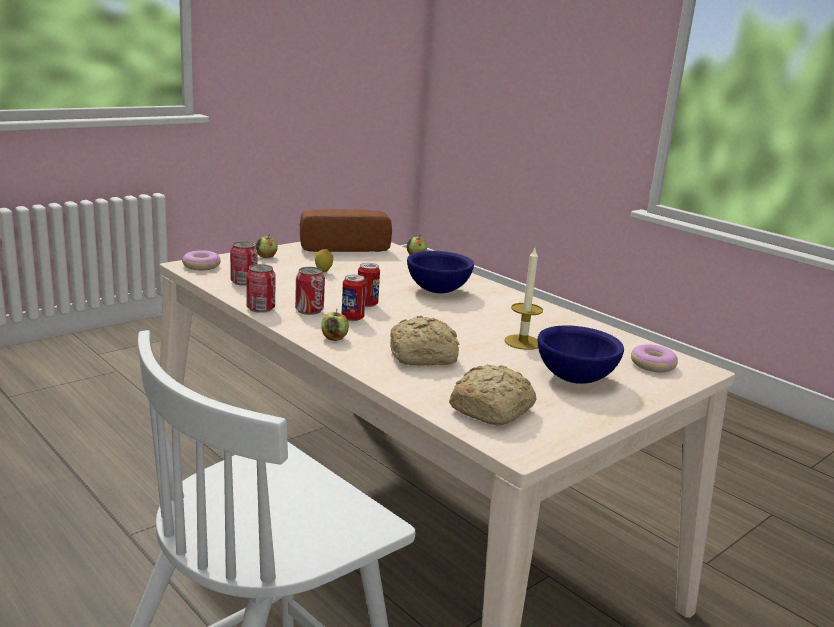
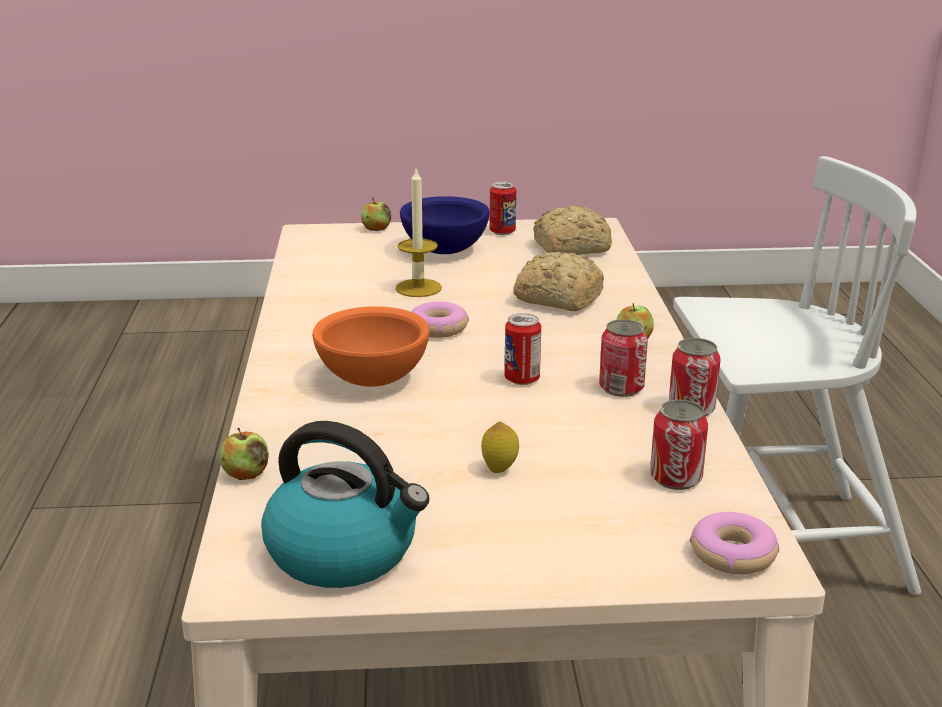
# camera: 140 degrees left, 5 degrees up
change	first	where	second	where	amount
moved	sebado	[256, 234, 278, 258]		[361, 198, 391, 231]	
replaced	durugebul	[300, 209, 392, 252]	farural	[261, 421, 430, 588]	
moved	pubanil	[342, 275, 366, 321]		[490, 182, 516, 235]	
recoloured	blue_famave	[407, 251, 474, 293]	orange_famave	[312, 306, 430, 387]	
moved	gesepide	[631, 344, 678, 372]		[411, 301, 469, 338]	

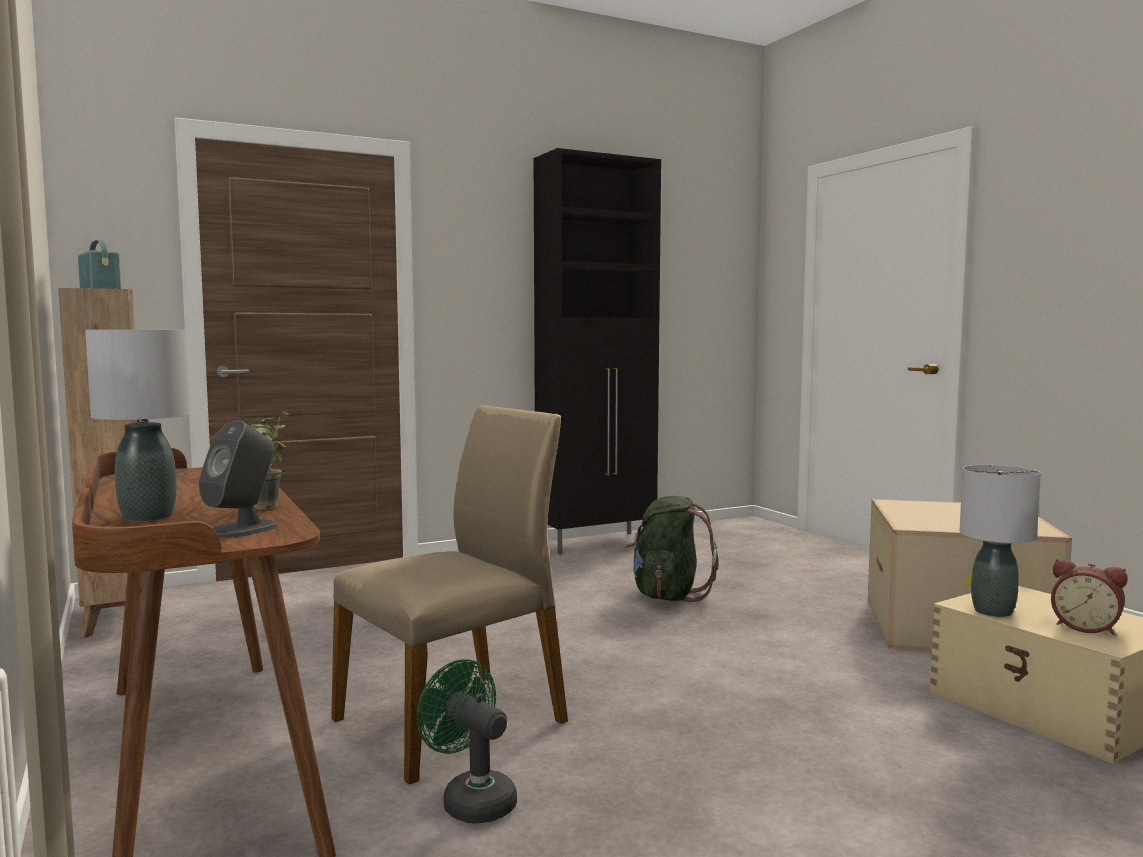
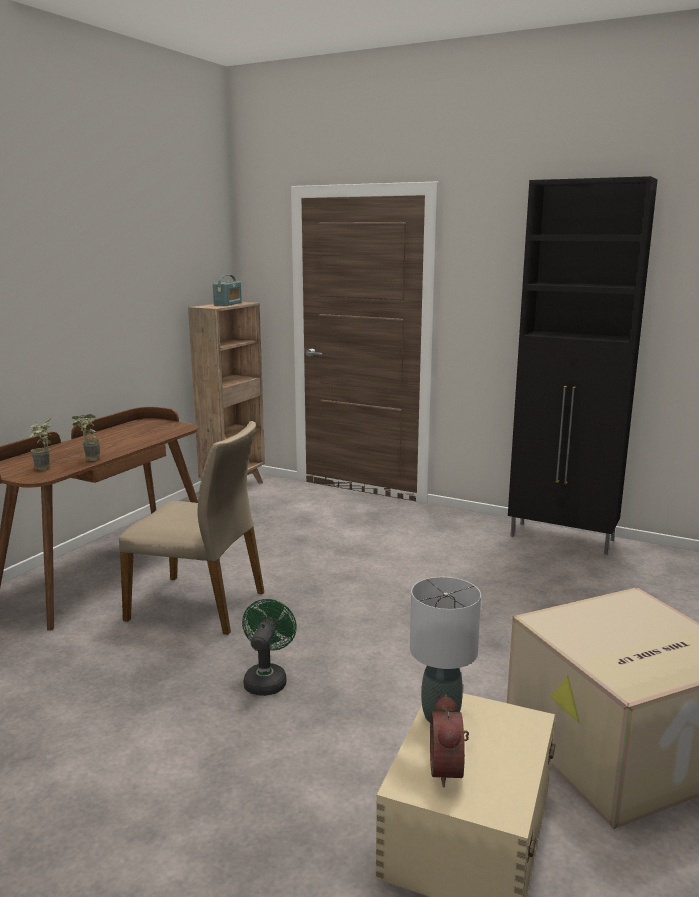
# camera: 55 degrees right, 10 degrees up
change	first	where	second	where	amount
removed	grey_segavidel	[85, 330, 192, 522]			
replaced	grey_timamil	[198, 420, 278, 539]	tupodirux	[28, 418, 51, 471]	
moved	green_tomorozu	[417, 659, 517, 823]		[242, 599, 297, 696]	
removed	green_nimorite	[626, 496, 719, 602]			

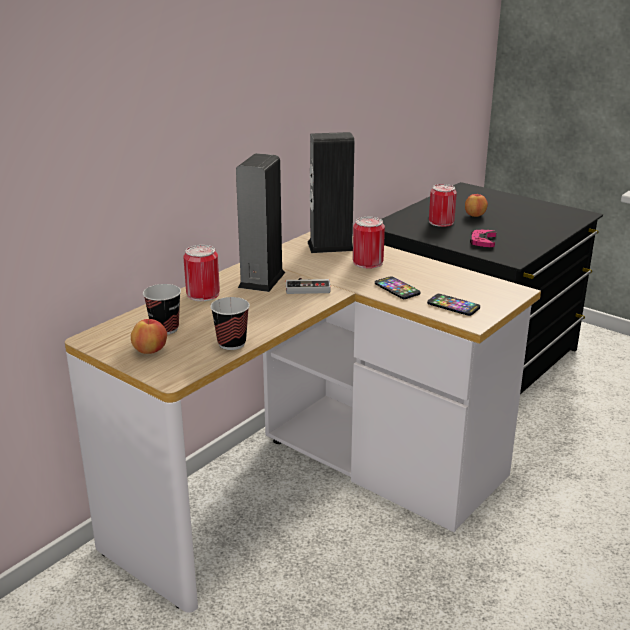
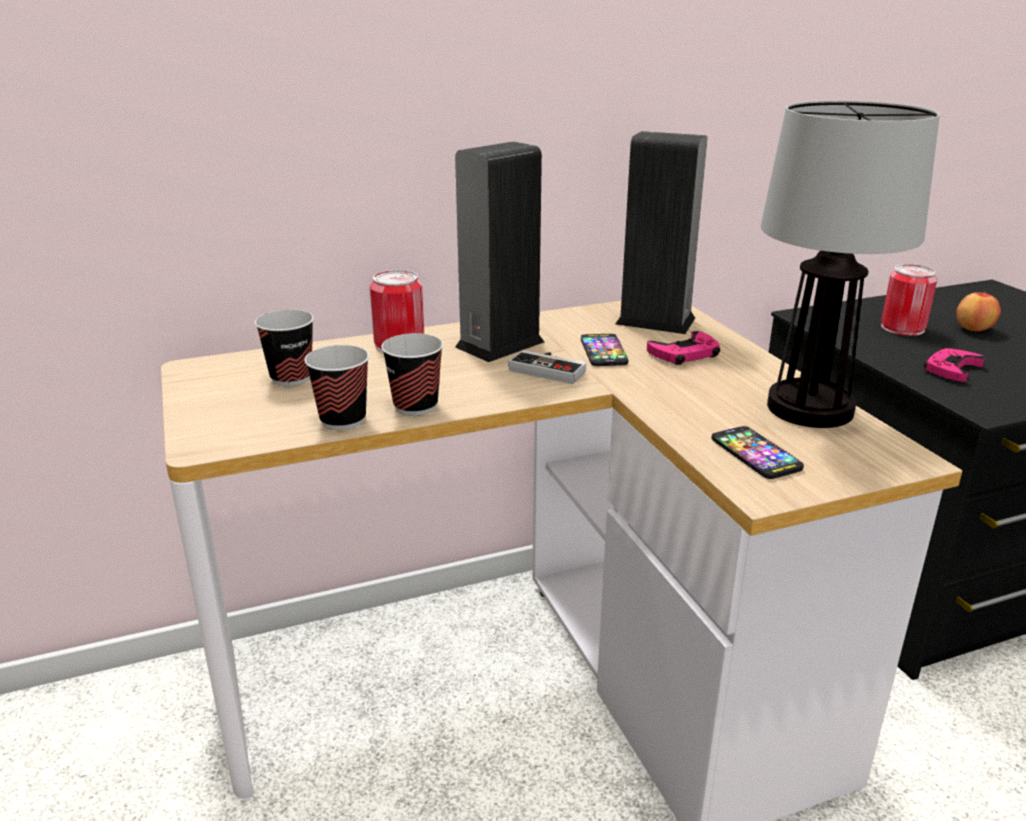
# camera: 30 degrees right, 0 degrees up
change	first	where	second	where	amount
removed	sebado	[131, 319, 167, 354]			
replaced	pubanil	[353, 217, 385, 269]	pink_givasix	[647, 331, 720, 365]	
moved	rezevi	[375, 276, 421, 299]		[581, 334, 628, 366]	
added			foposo	[381, 333, 443, 416]	
added			segavidel	[761, 100, 940, 428]	

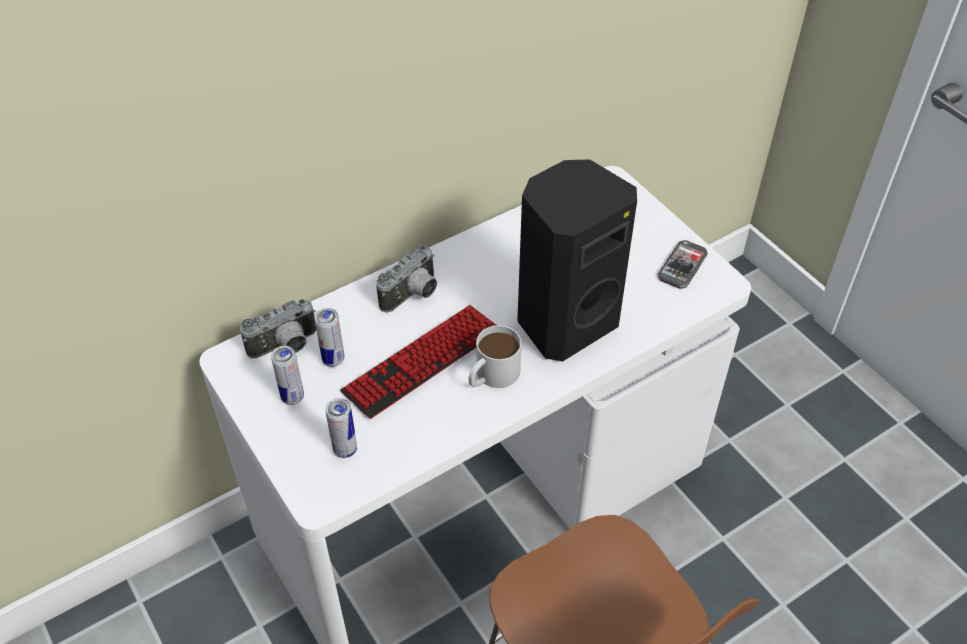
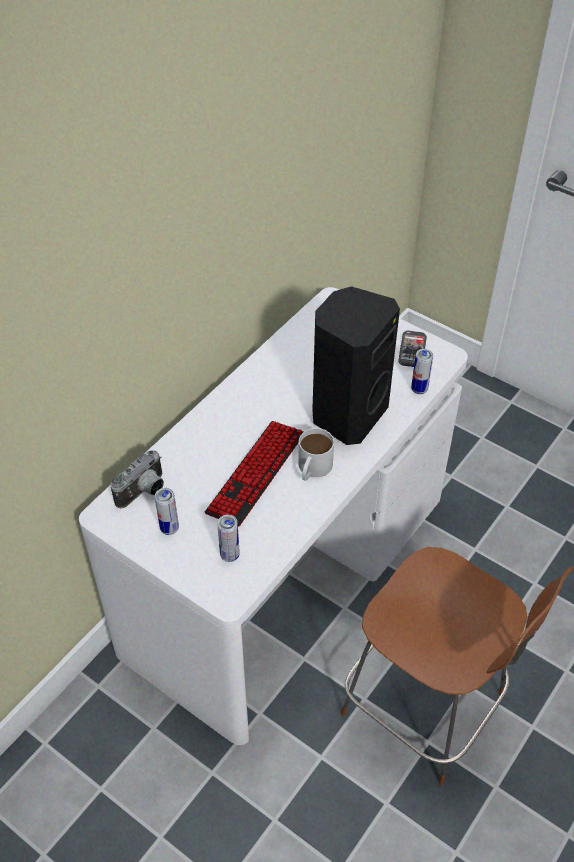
# camera: 20 degrees left, 0 degrees up
change	first	where	second	where	amount
moved	pubanil	[314, 308, 345, 367]		[411, 349, 433, 394]	
removed	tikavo	[376, 246, 437, 312]			

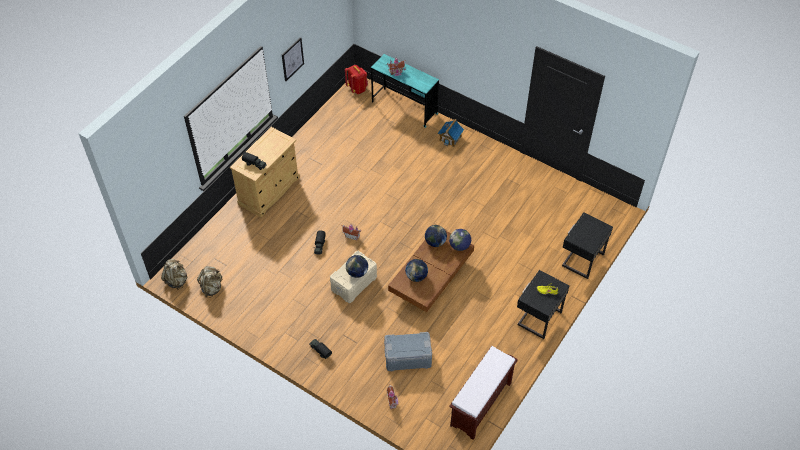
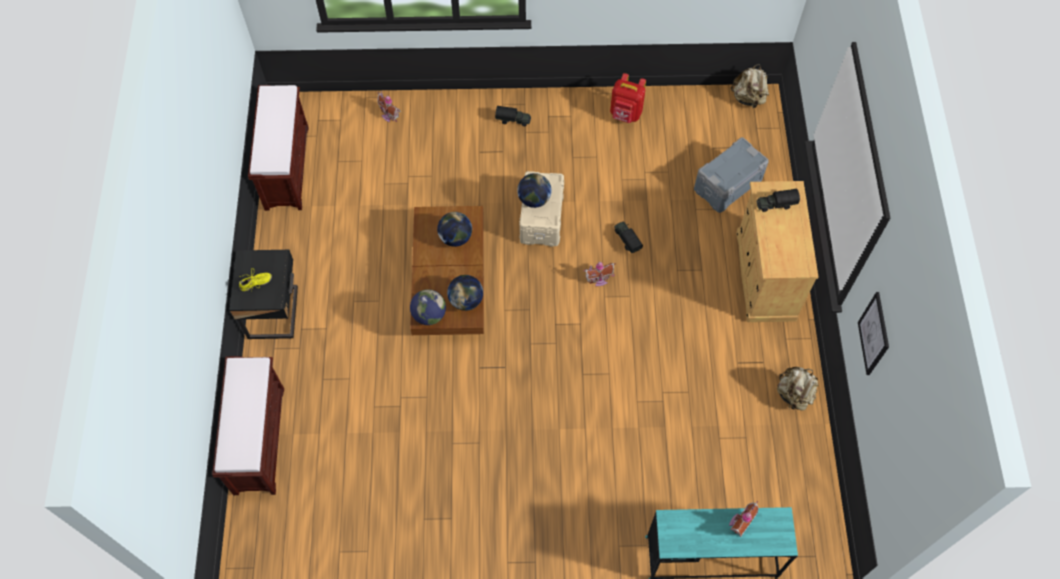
# camera: 145 degrees right, 10 degrees up
change	first	where	second	where	amount
moved	beige_nimorite	[197, 266, 223, 298]		[777, 367, 818, 411]	
moved	red_nimorite	[345, 65, 368, 94]		[610, 73, 646, 123]	
moved	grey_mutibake	[384, 332, 432, 371]		[694, 137, 769, 213]	
removed	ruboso	[438, 119, 464, 147]			
replaced	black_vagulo	[562, 212, 613, 279]	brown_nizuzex	[212, 356, 284, 495]	

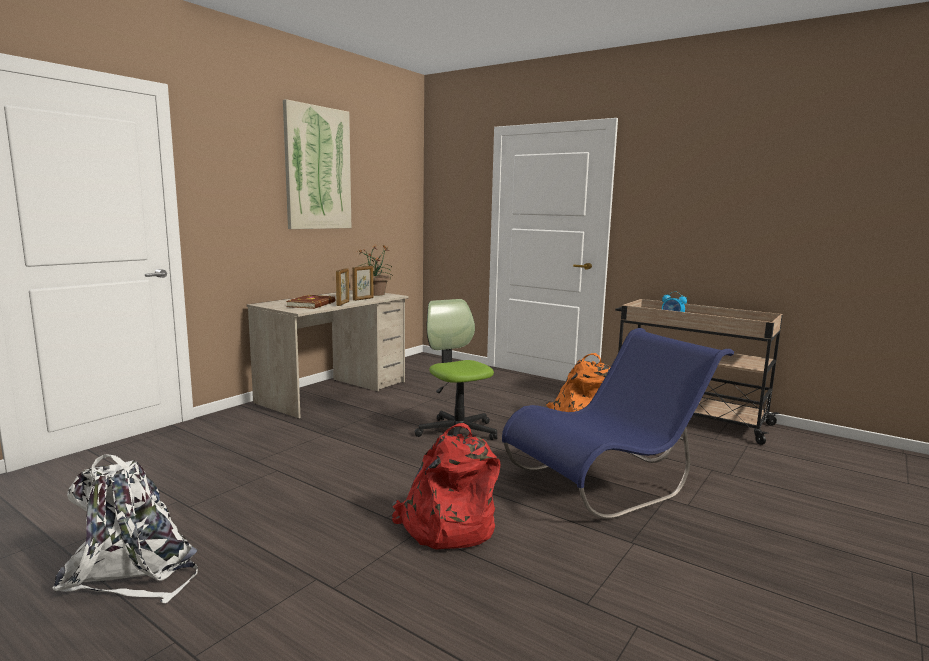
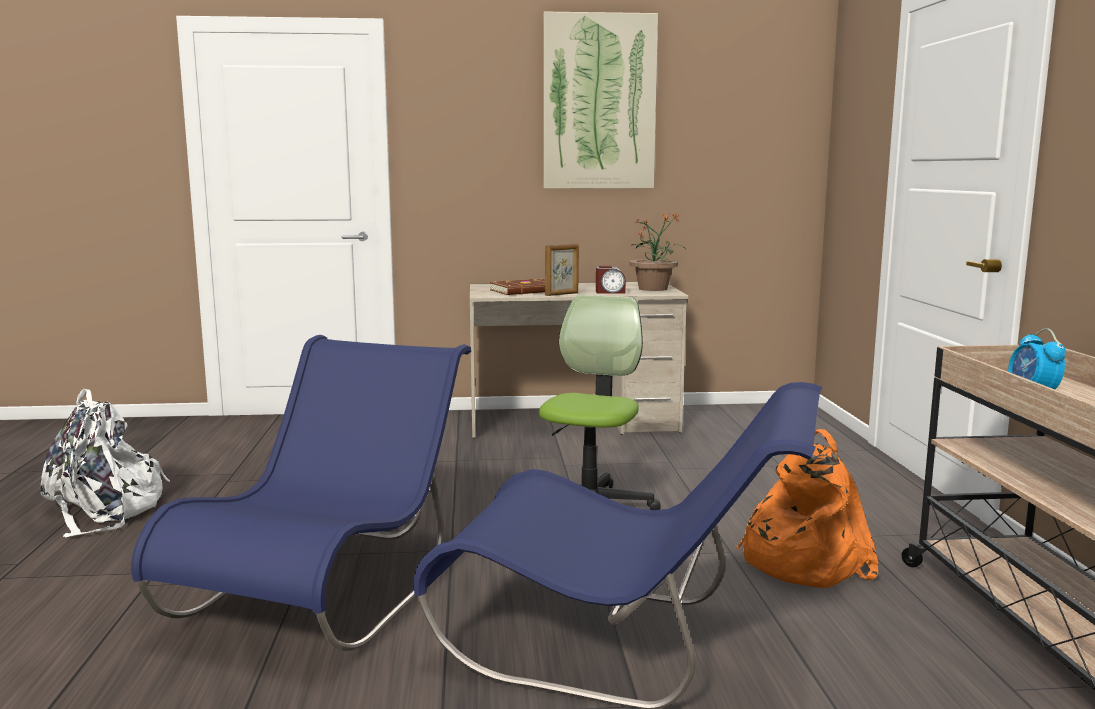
# camera: 50 degrees right, 0 degrees up
change	first	where	second	where	amount
replaced	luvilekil	[352, 266, 374, 301]	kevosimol	[596, 266, 626, 294]	
replaced	red_nimorite	[392, 423, 500, 549]	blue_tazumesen	[131, 335, 471, 651]	

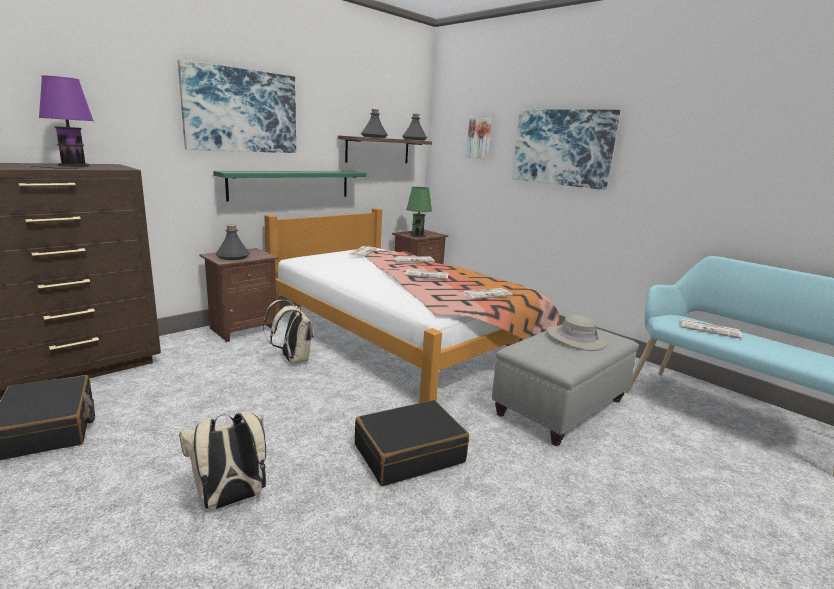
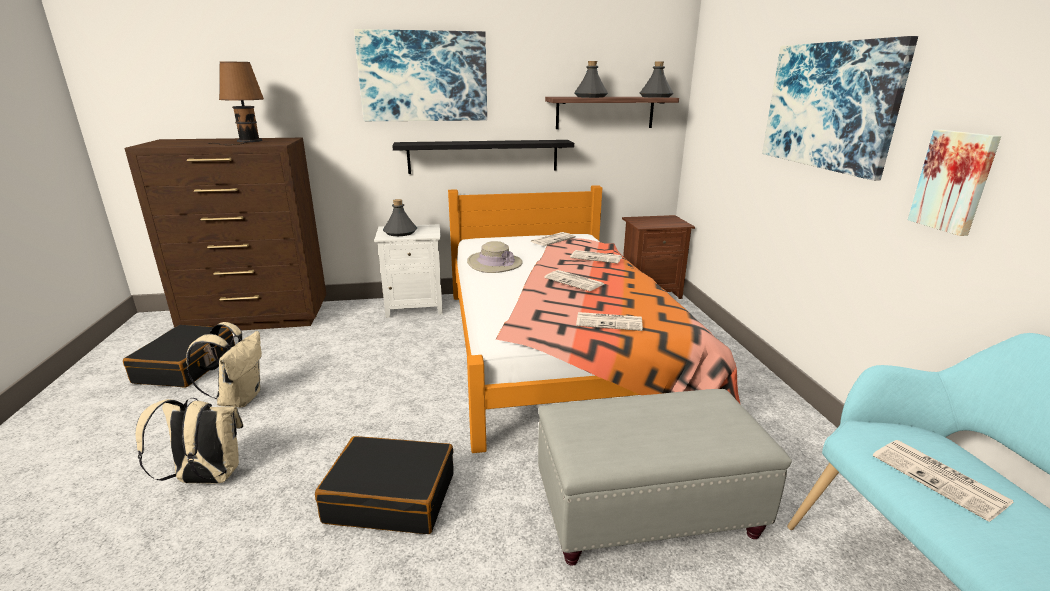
# camera: 35 degrees right, 5 degrees up
change	first	where	second	where	amount
recoloured	purple_segavidel	[31, 76, 93, 169]	brown_segavidel	[208, 62, 264, 145]	
recoloured	brown_vagulo	[199, 248, 278, 342]	white_vagulo	[374, 224, 443, 318]	
recoloured	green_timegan	[213, 171, 367, 201]	black_timegan	[392, 140, 574, 174]	
moved	beige_nimorite	[263, 300, 314, 364]		[186, 322, 262, 408]	
removed	green_segavidel	[406, 187, 432, 237]			
moved	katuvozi	[466, 118, 492, 159]		[908, 130, 1001, 236]	
moved	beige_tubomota	[547, 315, 608, 351]		[467, 241, 522, 273]	

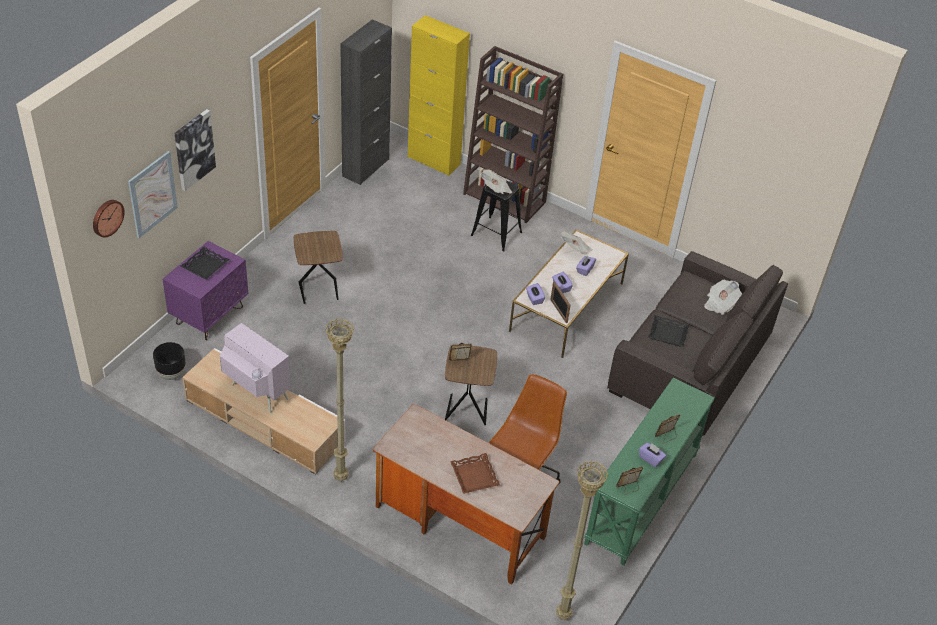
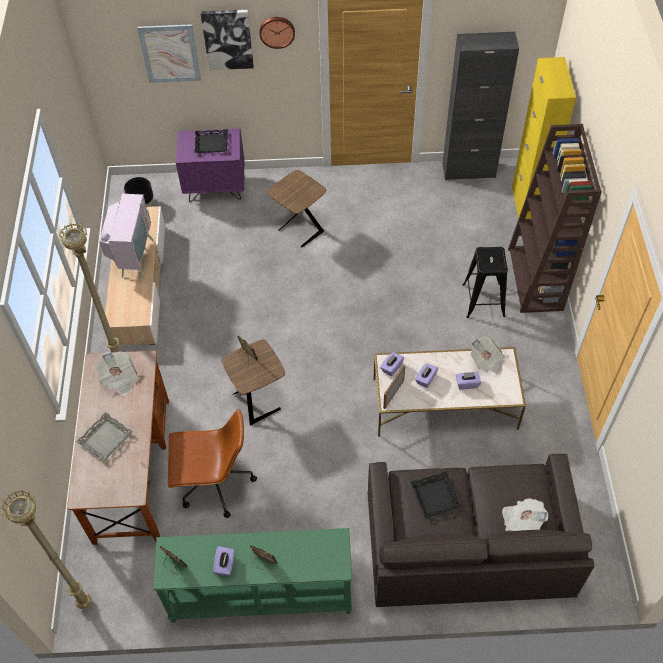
# camera: 60 degrees right, 10 degrees up
change	first	where	second	where	amount
moved	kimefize	[93, 200, 125, 238]		[260, 17, 295, 49]	
recoloured	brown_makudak	[450, 453, 500, 494]	grey_makudak	[76, 412, 133, 462]	
moved	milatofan	[480, 169, 512, 194]		[96, 351, 139, 396]	

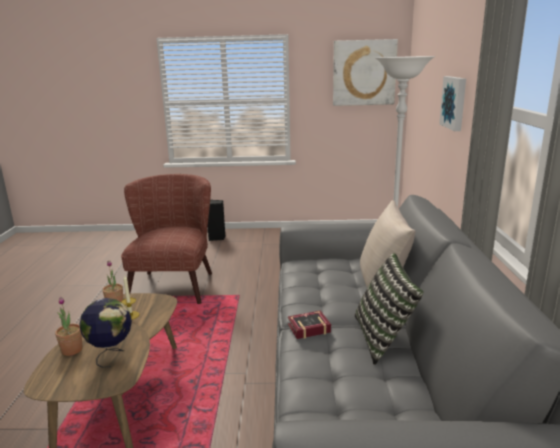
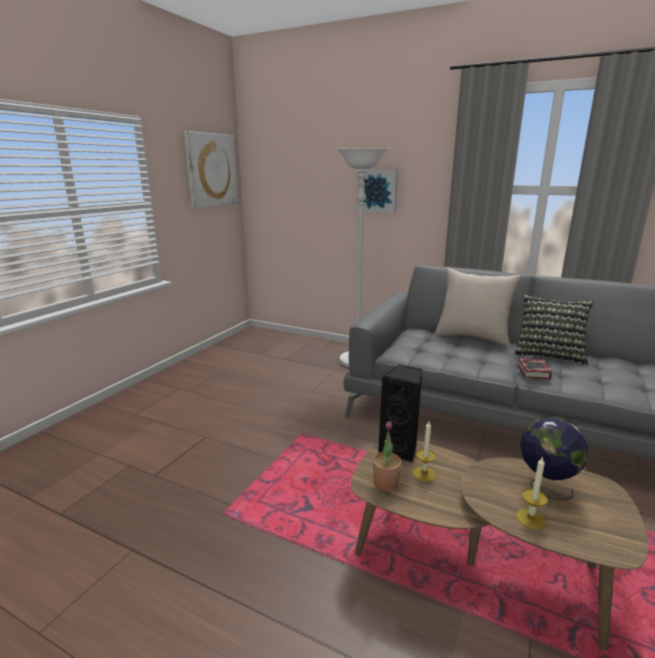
# camera: 65 degrees left, 0 degrees up
change	first	where	second	where	amount
replaced	tupodirux	[55, 297, 83, 356]	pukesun	[516, 456, 548, 529]	
removed	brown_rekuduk	[121, 174, 212, 304]			
moved	black_timamil	[208, 200, 225, 241]		[378, 365, 423, 463]	

